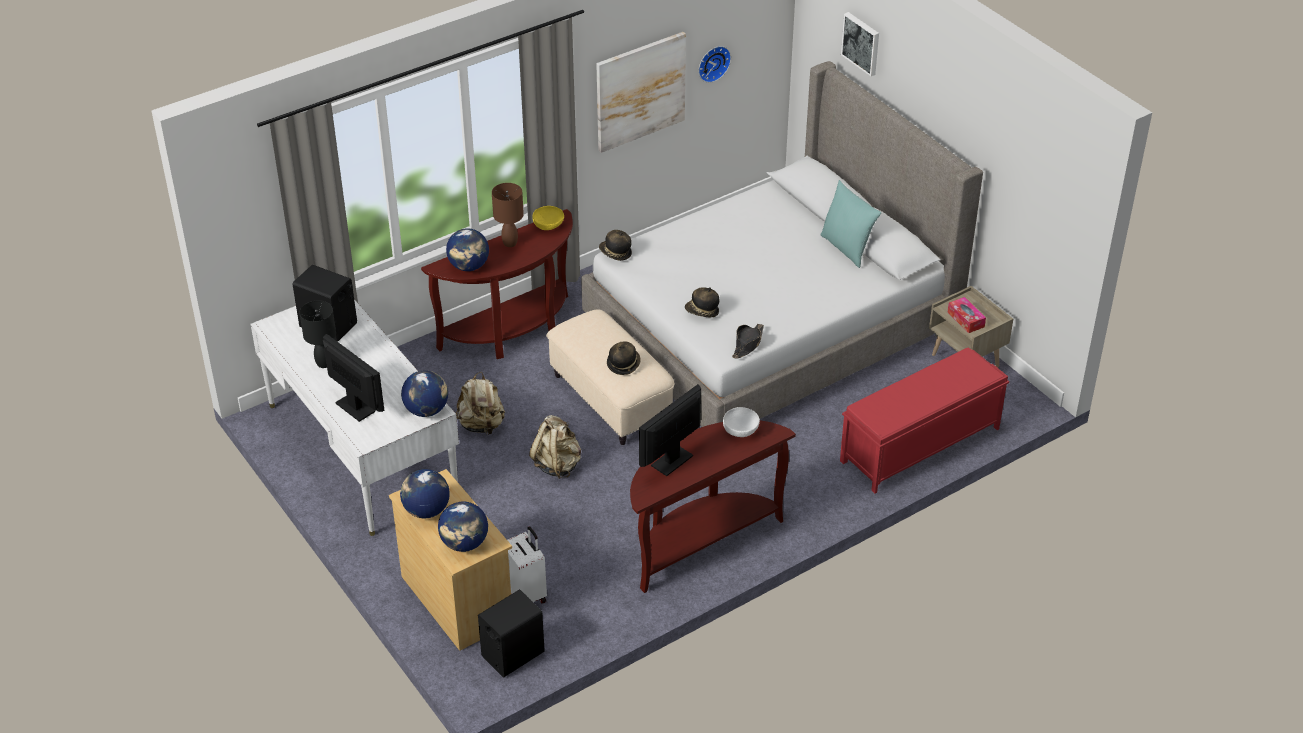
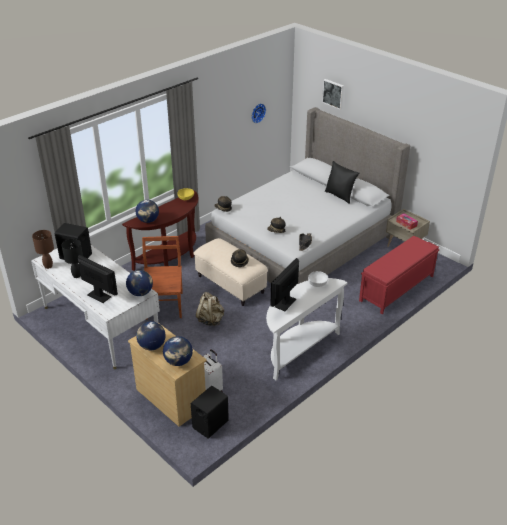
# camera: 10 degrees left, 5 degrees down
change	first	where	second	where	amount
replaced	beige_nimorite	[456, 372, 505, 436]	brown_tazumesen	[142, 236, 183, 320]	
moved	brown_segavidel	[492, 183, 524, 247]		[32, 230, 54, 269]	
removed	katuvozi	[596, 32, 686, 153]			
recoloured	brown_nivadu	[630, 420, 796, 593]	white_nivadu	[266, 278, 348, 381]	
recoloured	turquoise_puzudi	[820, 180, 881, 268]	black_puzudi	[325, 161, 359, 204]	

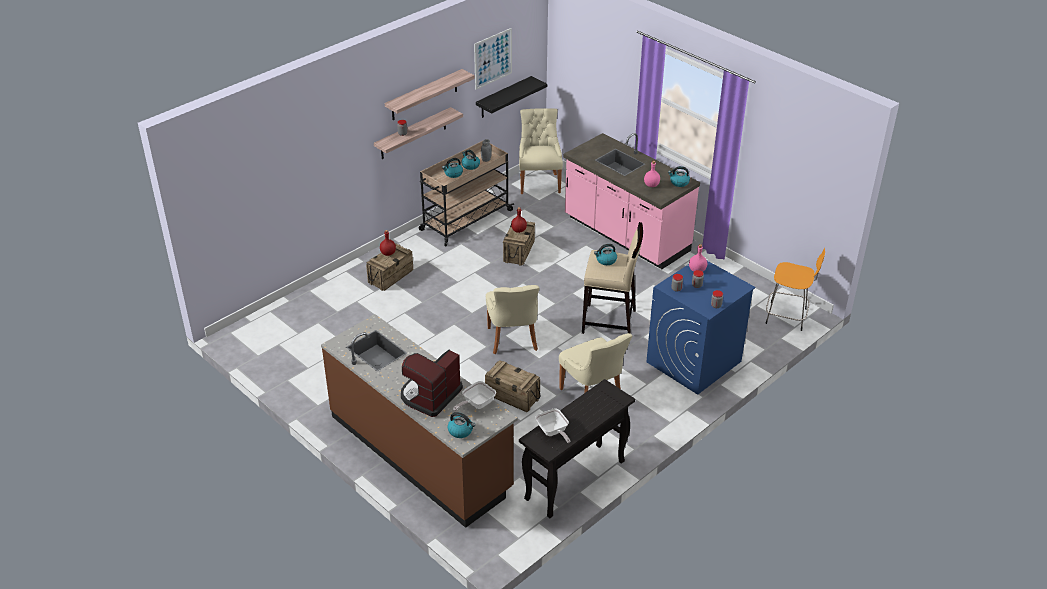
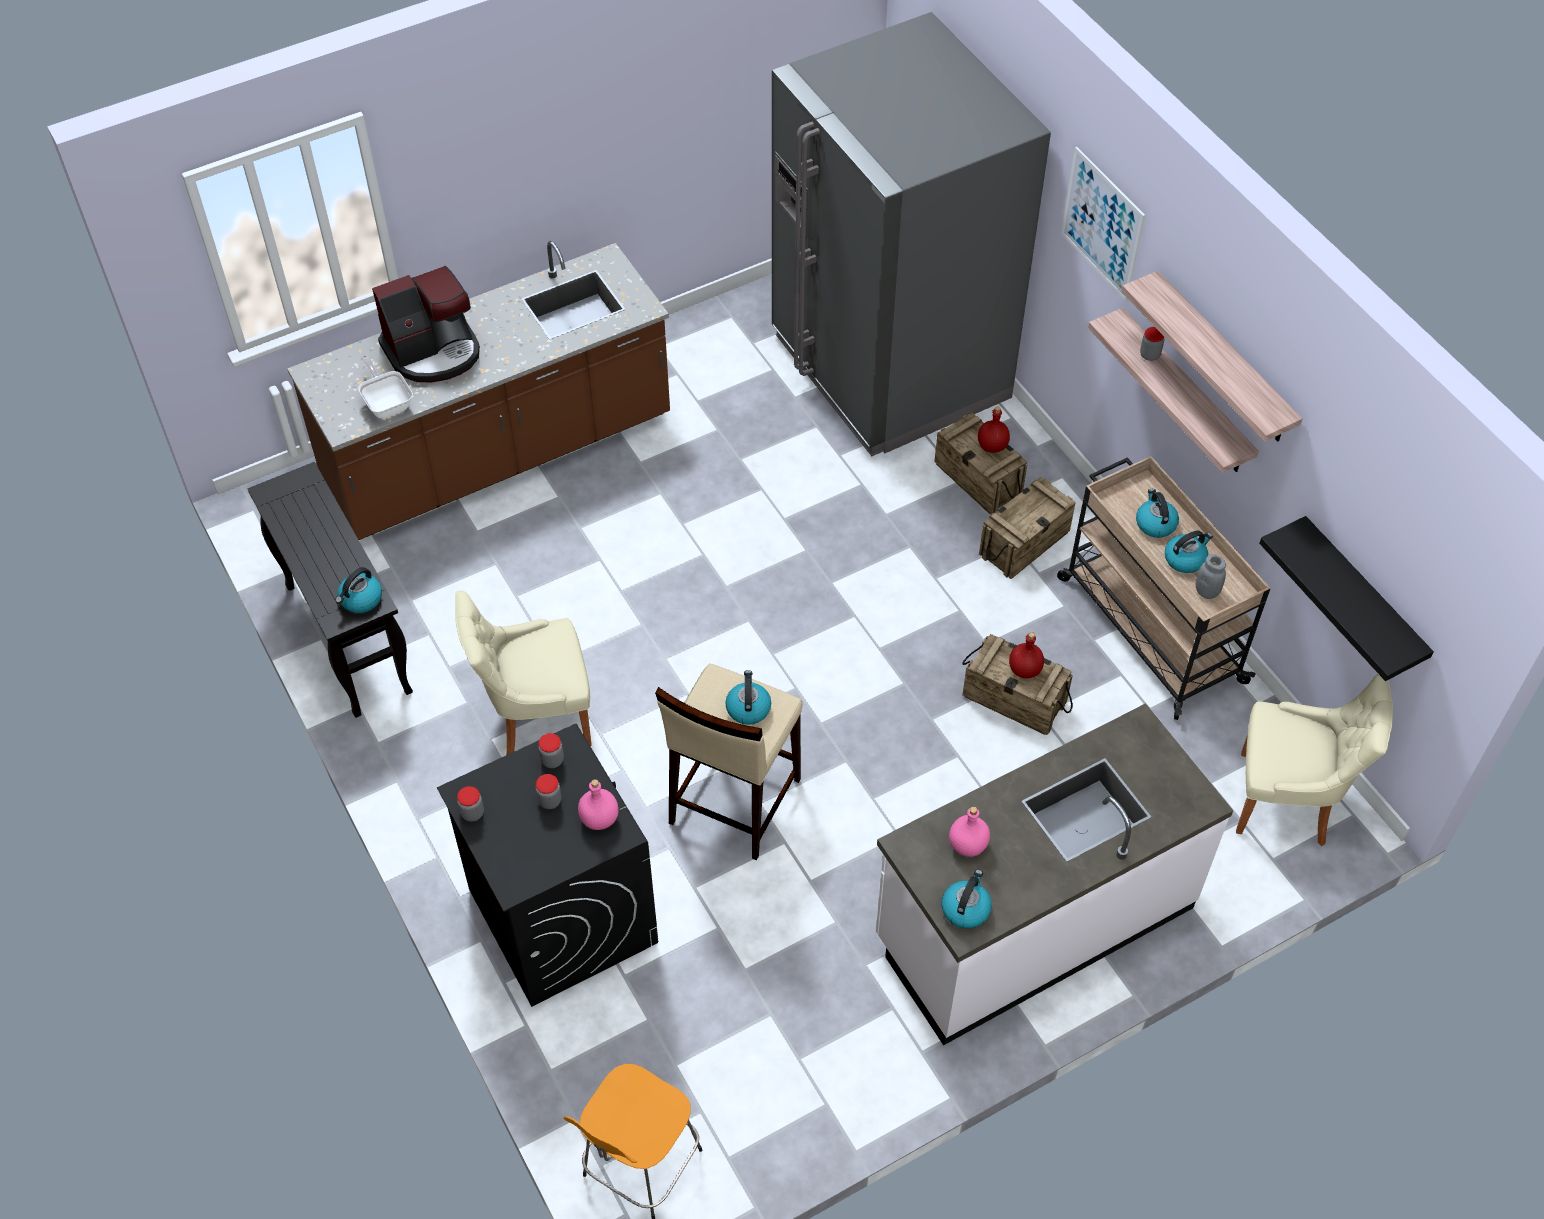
# camera: 105 degrees right, 15 degrees up
change	first	where	second	where	amount
turned	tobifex	[401, 349, 463, 417]		[372, 266, 480, 382]	105 degrees clockwise
moved	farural	[448, 412, 475, 438]		[335, 567, 382, 613]	
moved	katuvozi	[474, 28, 512, 89]		[1061, 147, 1145, 301]	
moved	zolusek	[485, 360, 540, 412]		[979, 477, 1076, 579]	
removed	beige_tazumesen	[486, 285, 539, 354]			
removed	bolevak	[536, 408, 570, 443]			
recoloured	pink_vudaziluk	[564, 133, 700, 269]	white_vudaziluk	[876, 703, 1233, 1045]	
recoloured	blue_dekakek	[647, 261, 755, 395]	black_dekakek	[437, 724, 658, 1007]	
added			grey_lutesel	[772, 12, 1051, 456]	

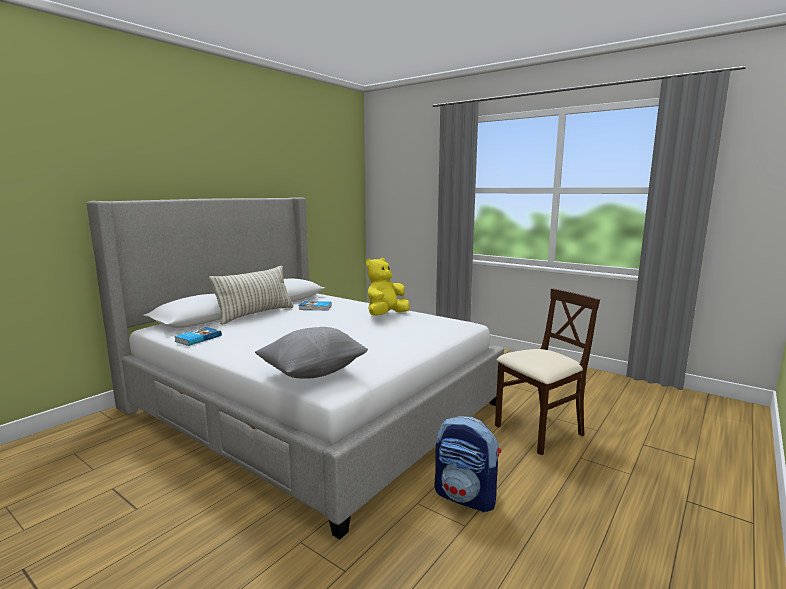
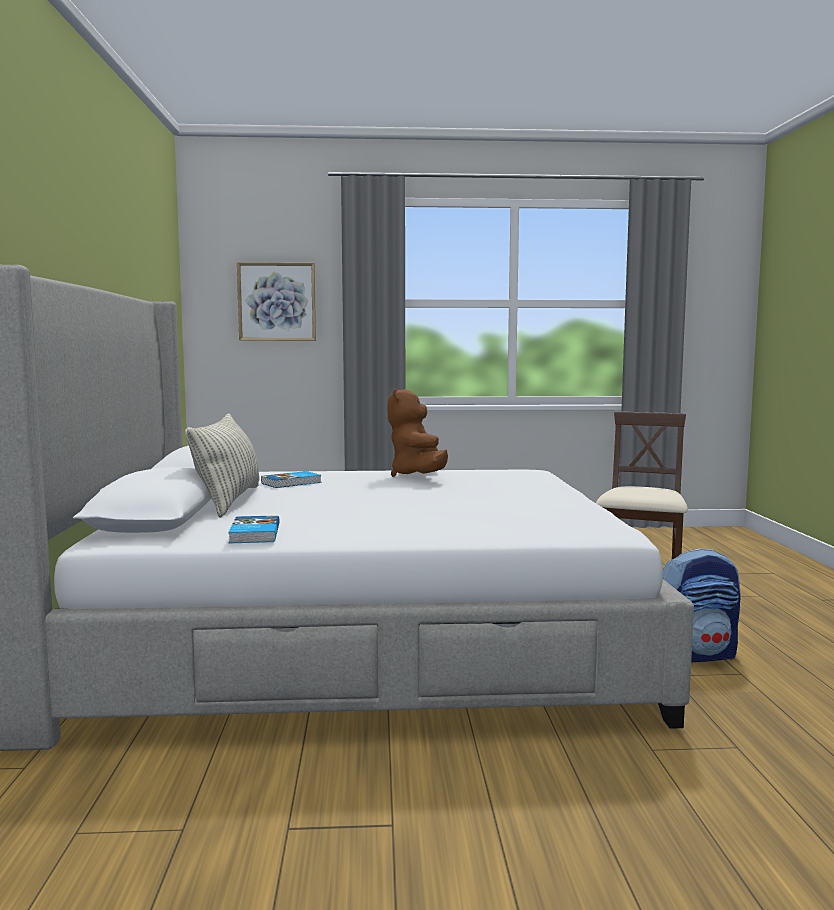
# camera: 40 degrees left, 5 degrees down
change	first	where	second	where	amount
removed	grey_puzudi	[255, 327, 368, 379]			
recoloured	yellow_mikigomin	[366, 258, 410, 316]	brown_mikigomin	[387, 389, 448, 477]	
added			katuvozi	[237, 262, 316, 341]	

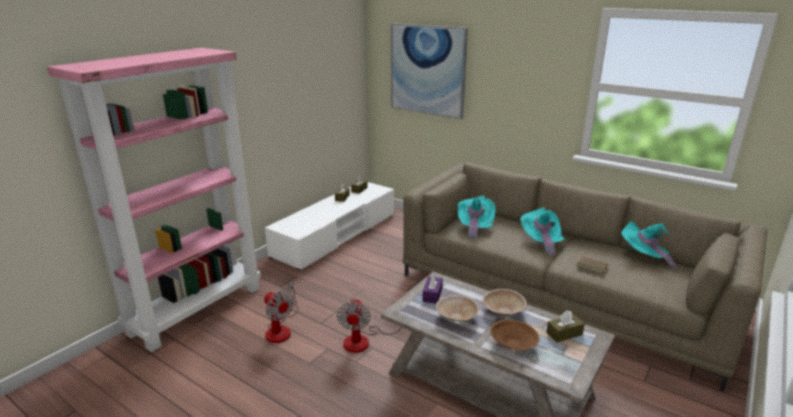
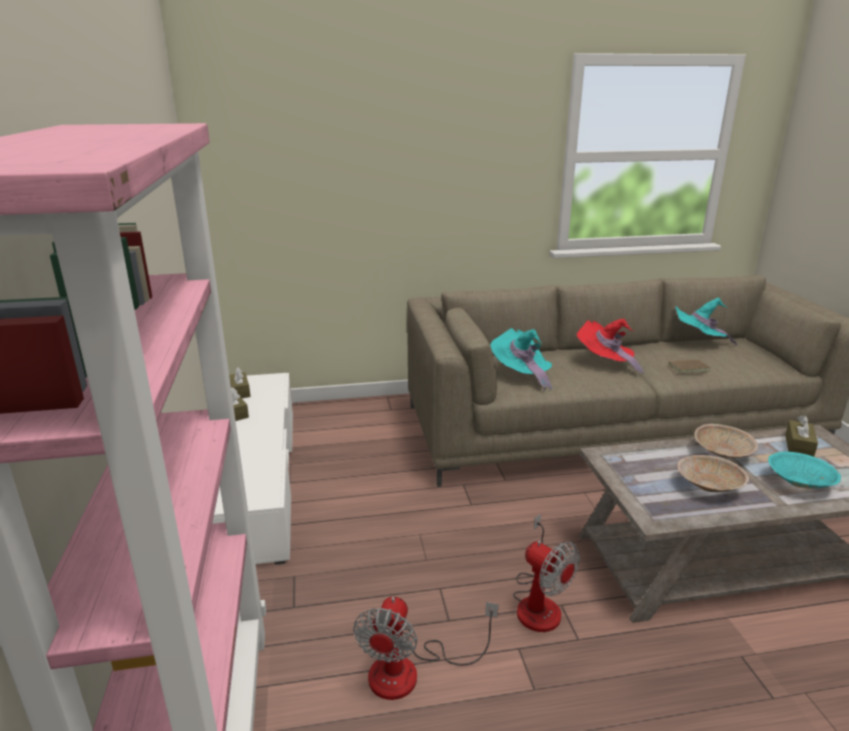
# camera: 45 degrees left, 0 degrees up
change	first	where	second	where	amount
turned	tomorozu	[264, 281, 299, 343]		[353, 597, 498, 700]	105 degrees clockwise
removed	katuvozi	[391, 23, 468, 119]			
removed	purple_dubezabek	[422, 274, 443, 304]			
recoloured	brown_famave	[490, 319, 540, 350]	turquoise_famave	[768, 451, 841, 489]	
recoloured	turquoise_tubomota	[520, 207, 565, 256]	red_tubomota	[577, 318, 644, 376]	

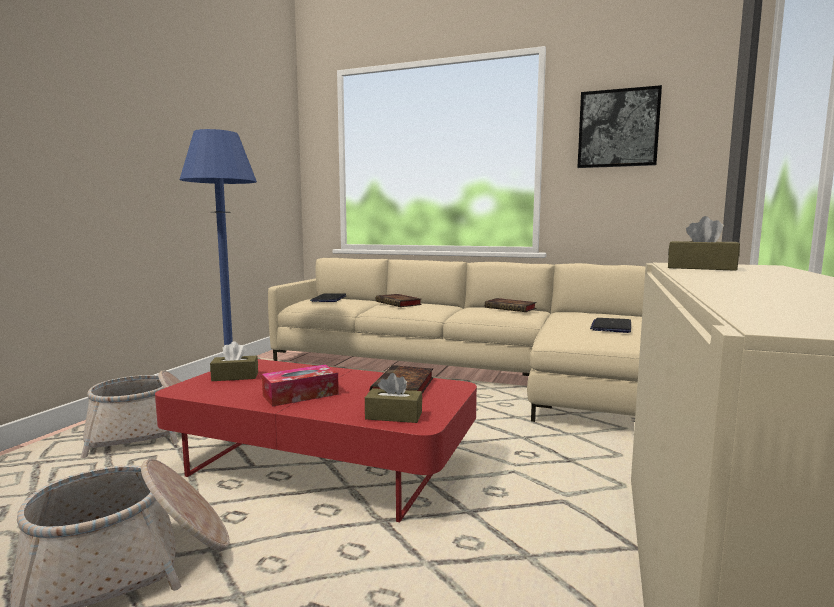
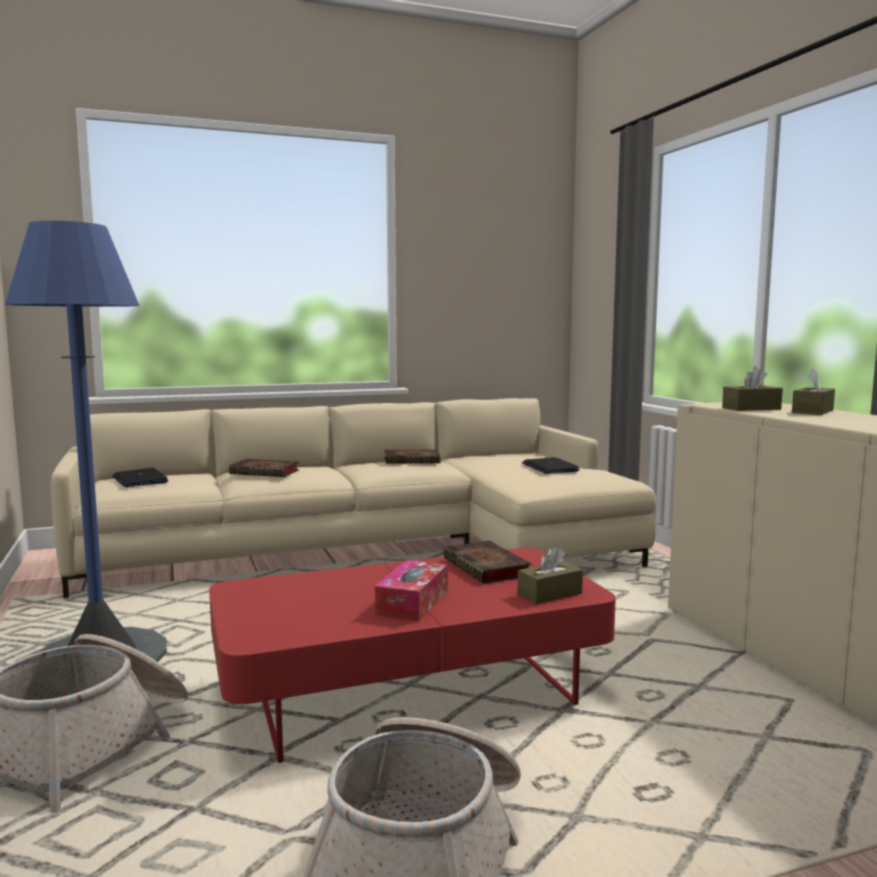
# camera: 40 degrees left, 0 degrees up
change	first	where	second	where	amount
moved	brown_dubezabek	[210, 341, 258, 381]		[792, 368, 835, 415]	
removed	katuvozi	[577, 85, 662, 168]			

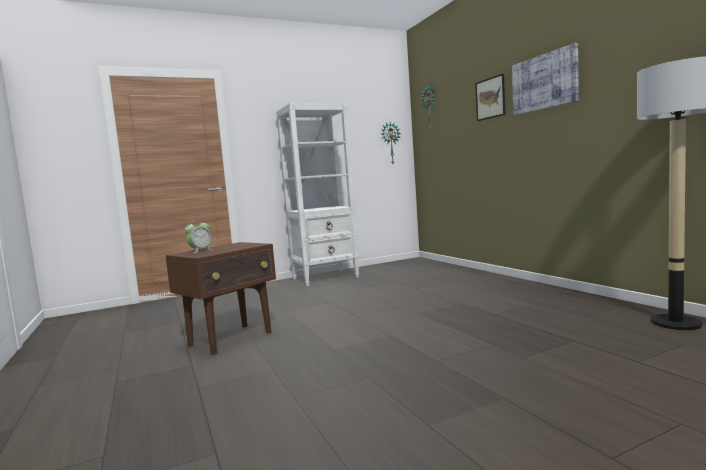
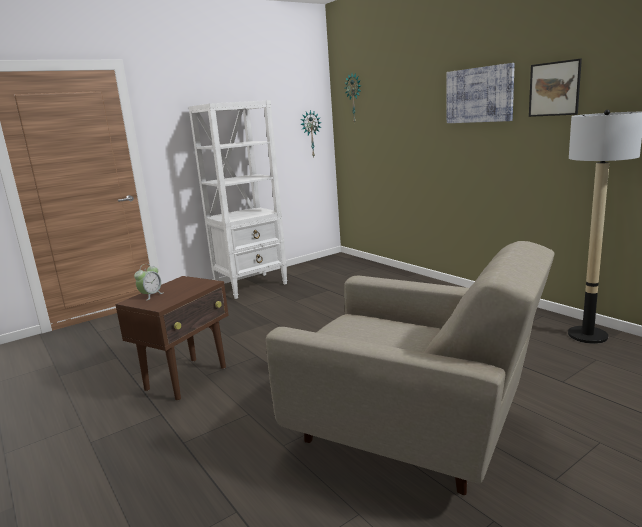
# camera: 10 degrees left, 10 degrees up
change	first	where	second	where	amount
moved	katuvozi	[475, 74, 505, 121]		[529, 59, 582, 117]	
added			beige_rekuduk	[266, 241, 555, 495]	

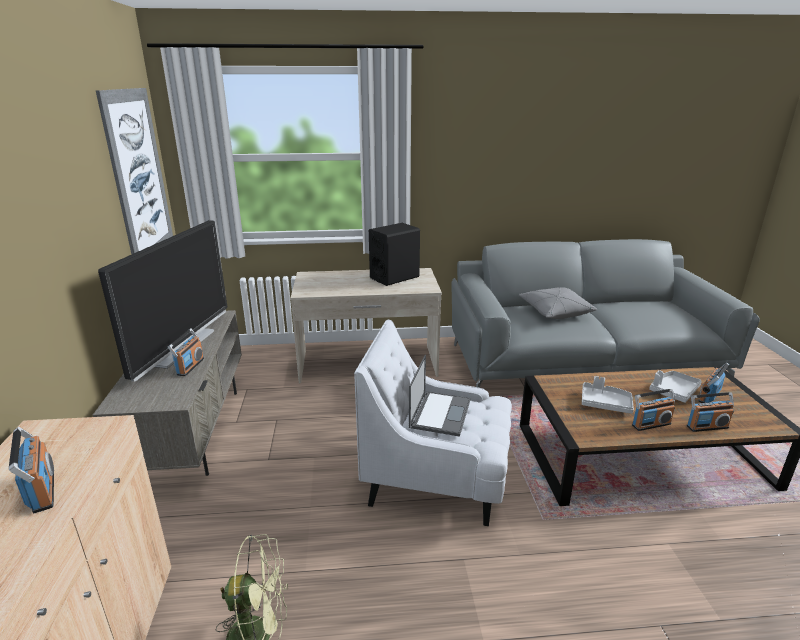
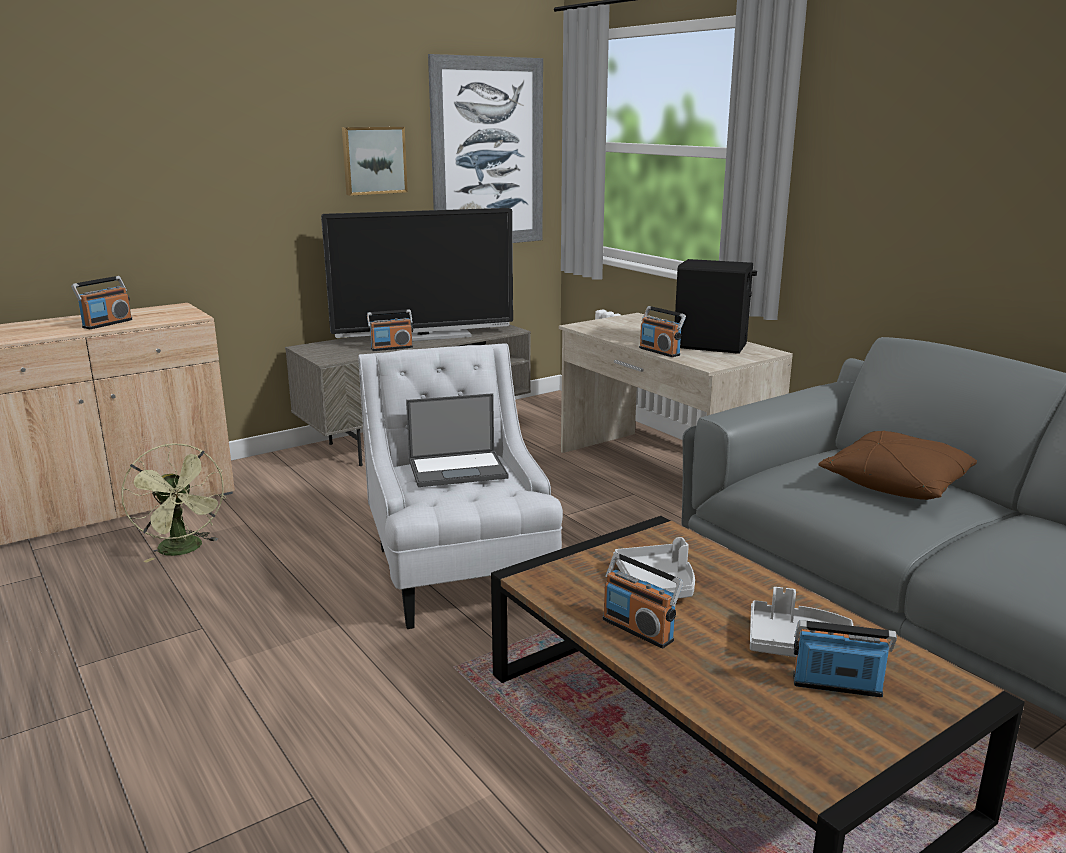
# camera: 60 degrees right, 5 degrees down
change	first	where	second	where	amount
recoloured	grey_puzudi	[519, 287, 597, 319]	brown_puzudi	[818, 430, 977, 500]	
moved	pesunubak	[687, 392, 734, 432]		[639, 306, 686, 357]	
added			katuvozi	[342, 127, 408, 196]	

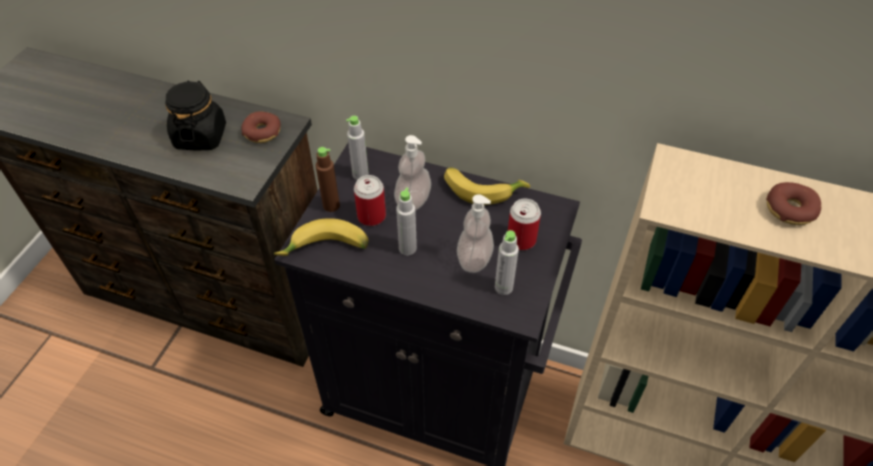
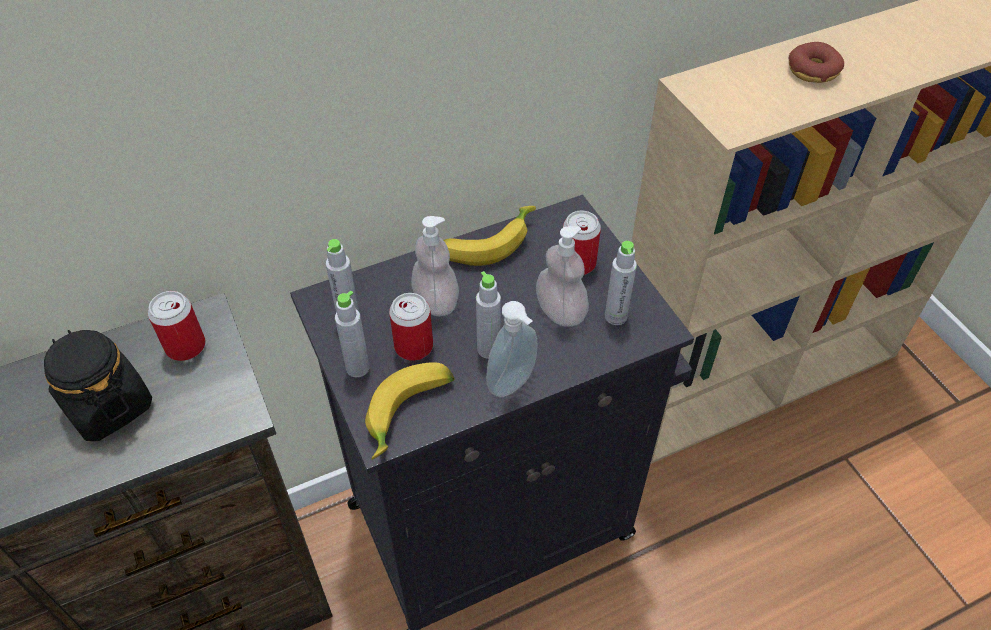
# camera: 45 degrees left, 0 degrees up
change	first	where	second	where	amount
replaced	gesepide	[242, 112, 281, 143]	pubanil	[148, 291, 206, 361]	
recoloured	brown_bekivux	[316, 147, 340, 212]	grey_bekivux	[335, 291, 370, 377]	
added			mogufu	[486, 301, 538, 397]	

